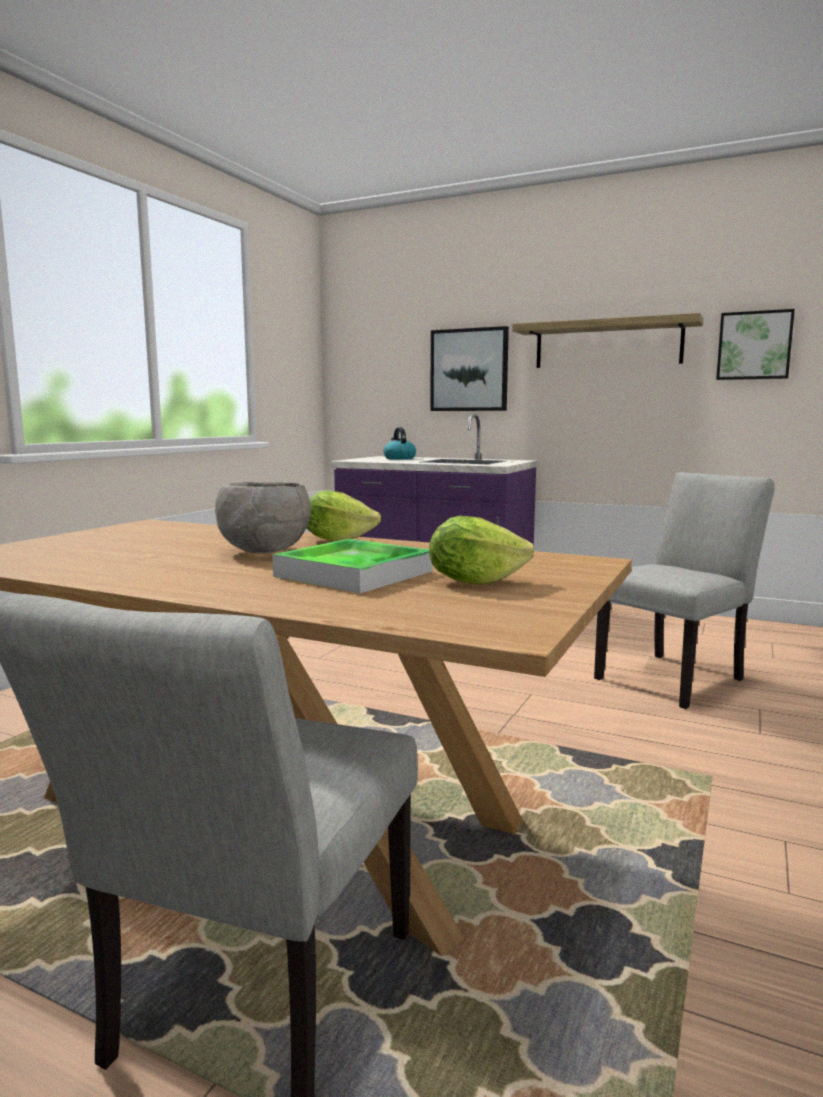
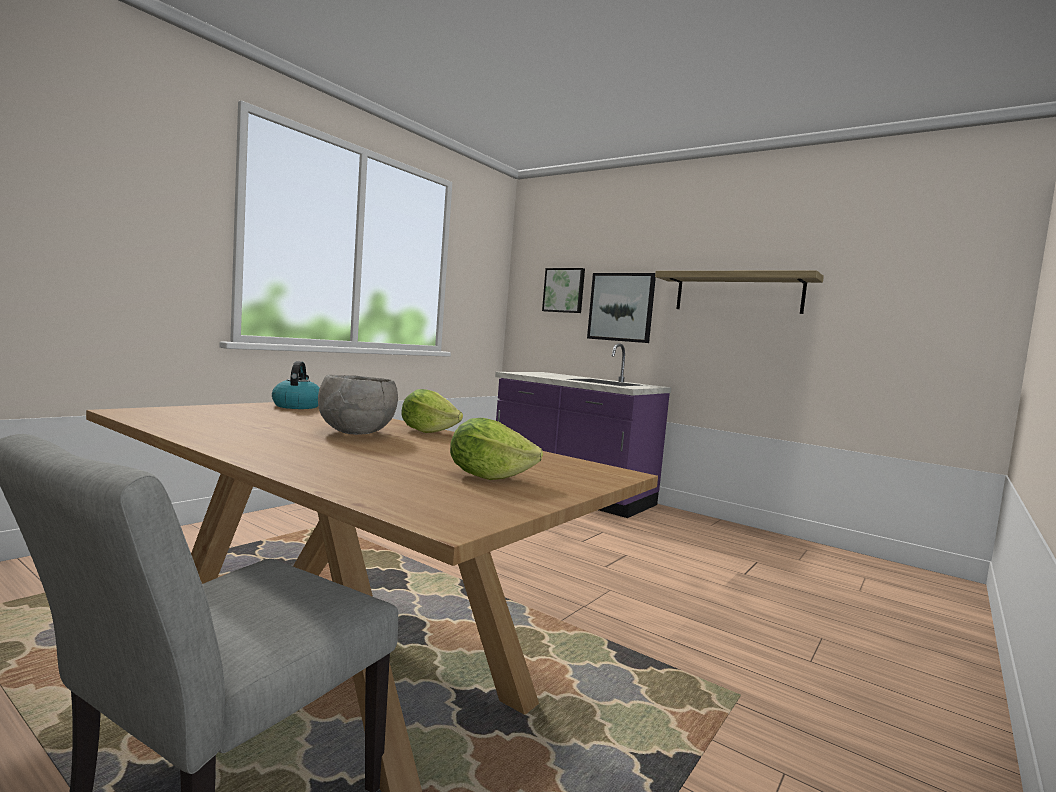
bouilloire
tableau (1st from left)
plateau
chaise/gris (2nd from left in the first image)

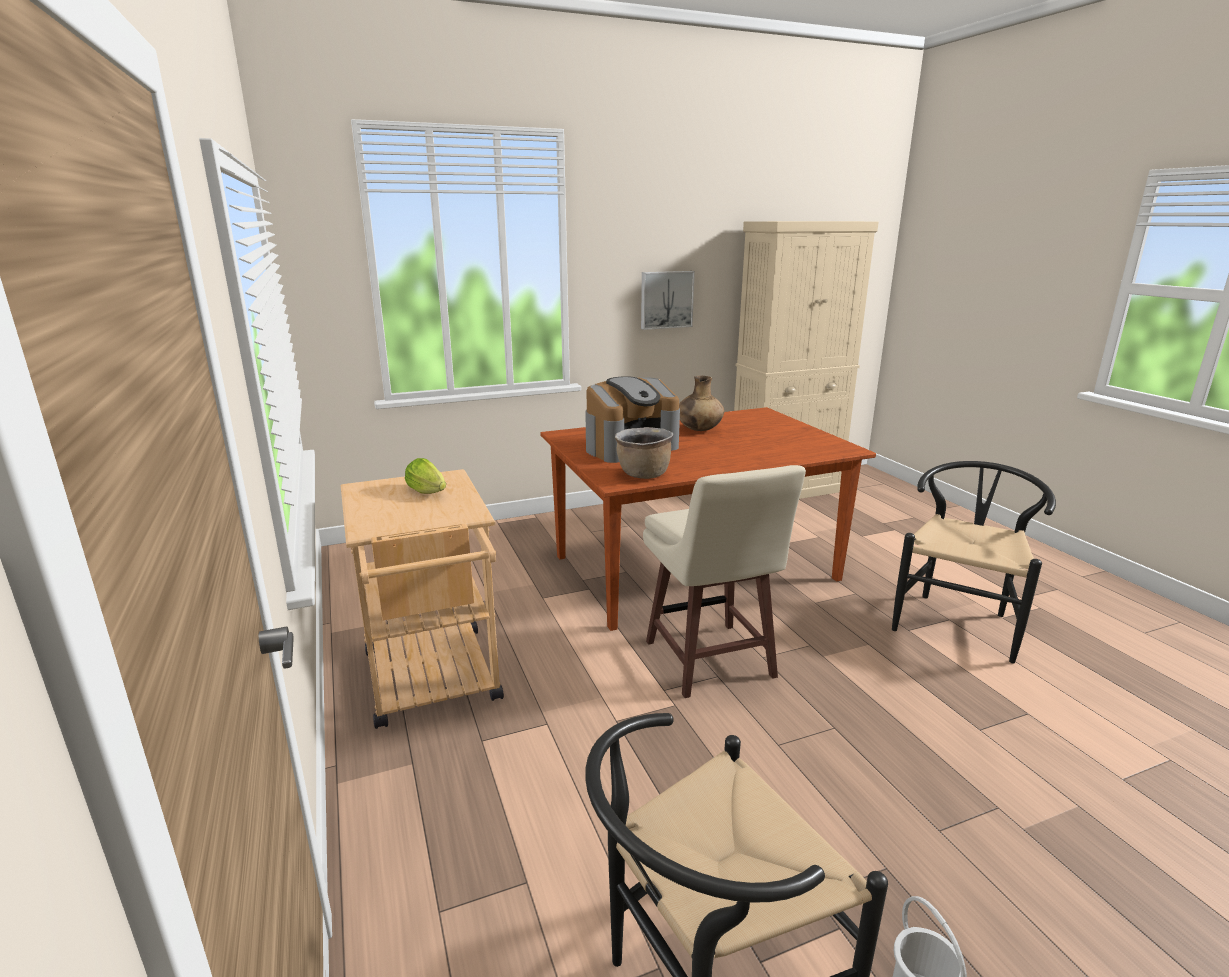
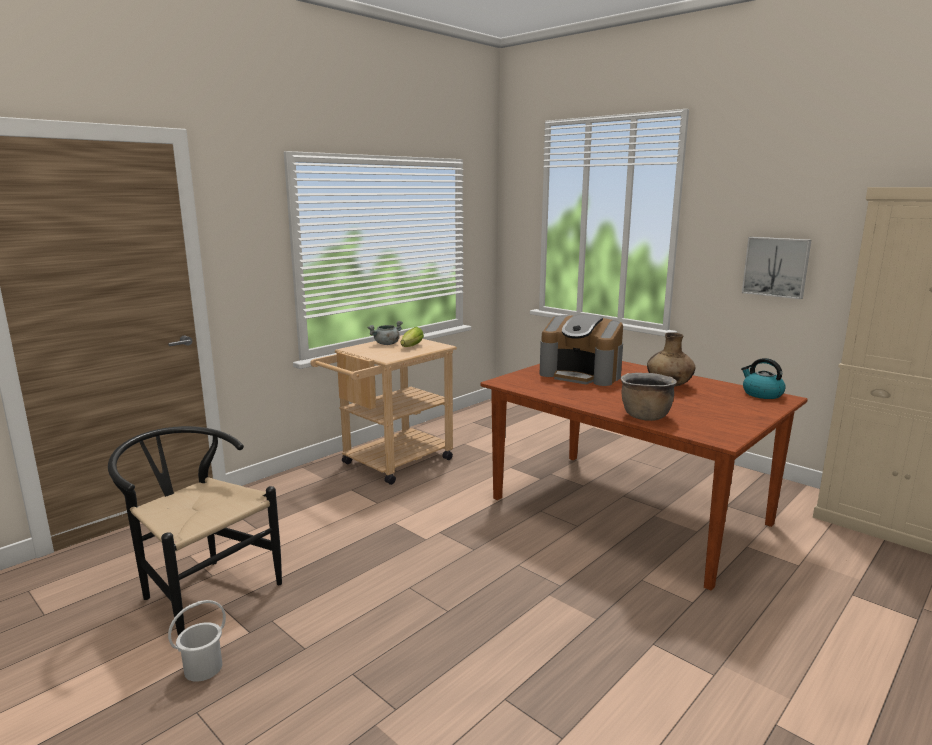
marmite/gris
marmite/marron
bouilloire
tabouret/beige
chaise/noir (2nd from left in the first image)

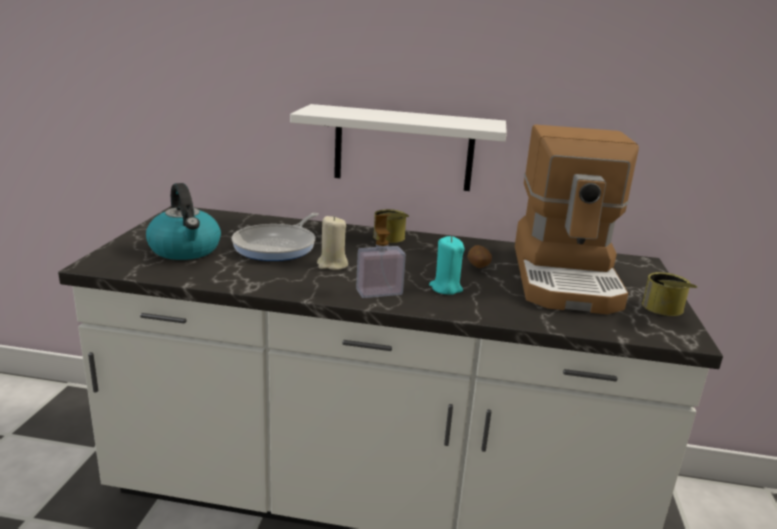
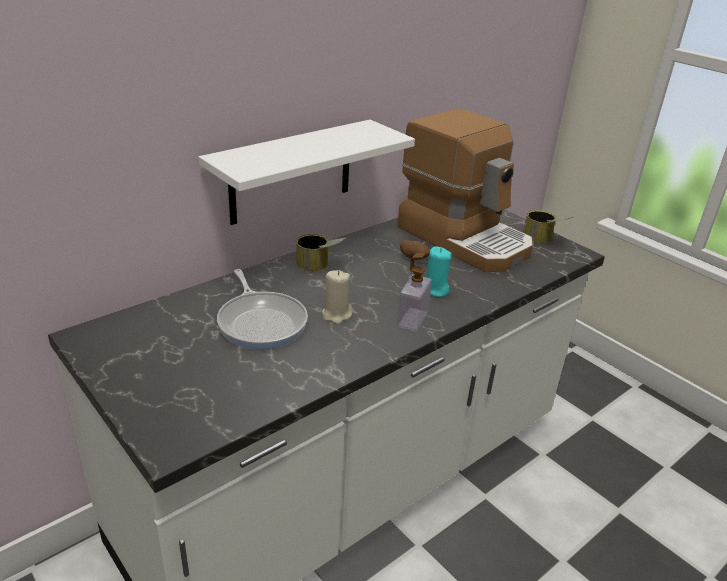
bouilloire

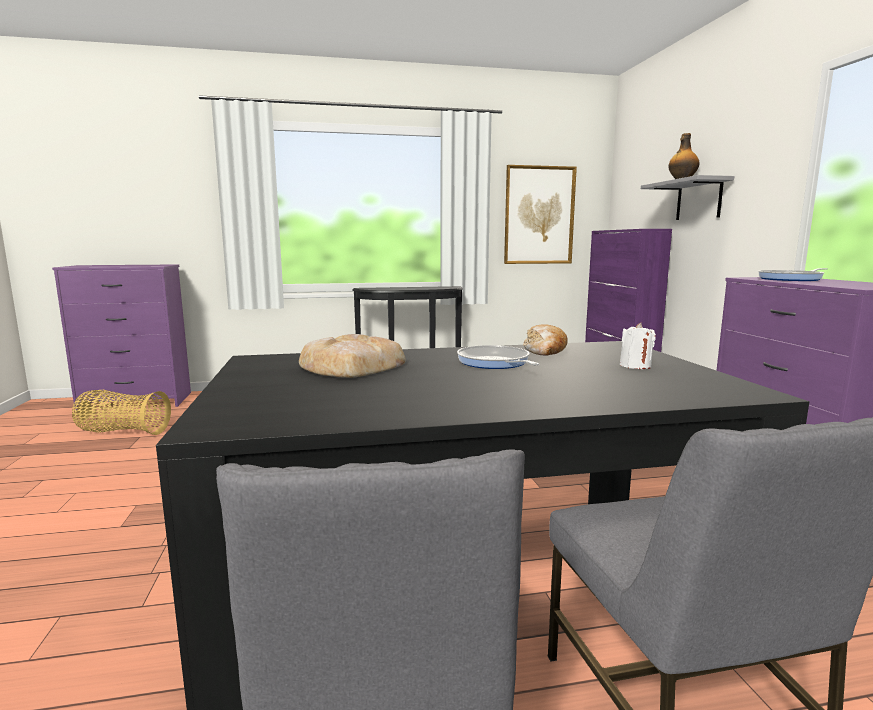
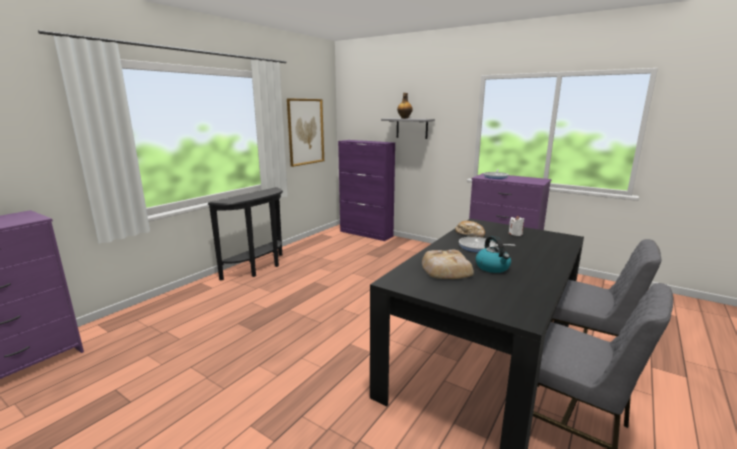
bouilloire
panier

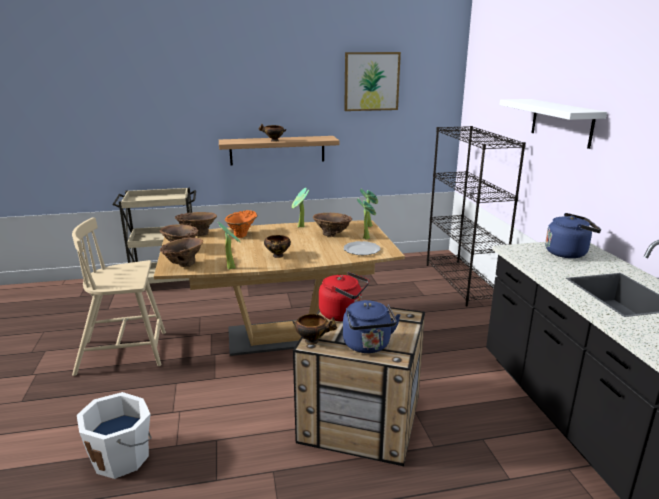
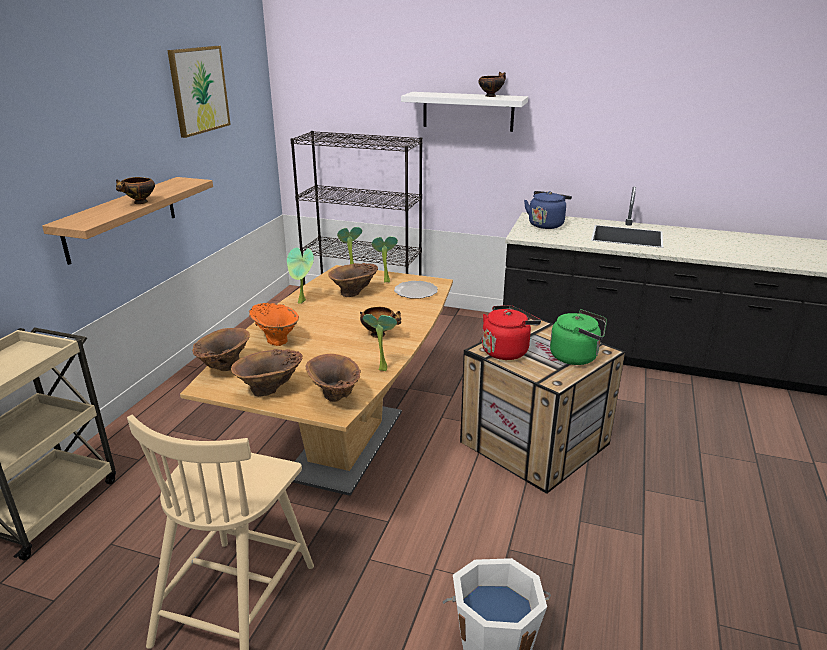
bol (3rd from left)
bouilloire/vert

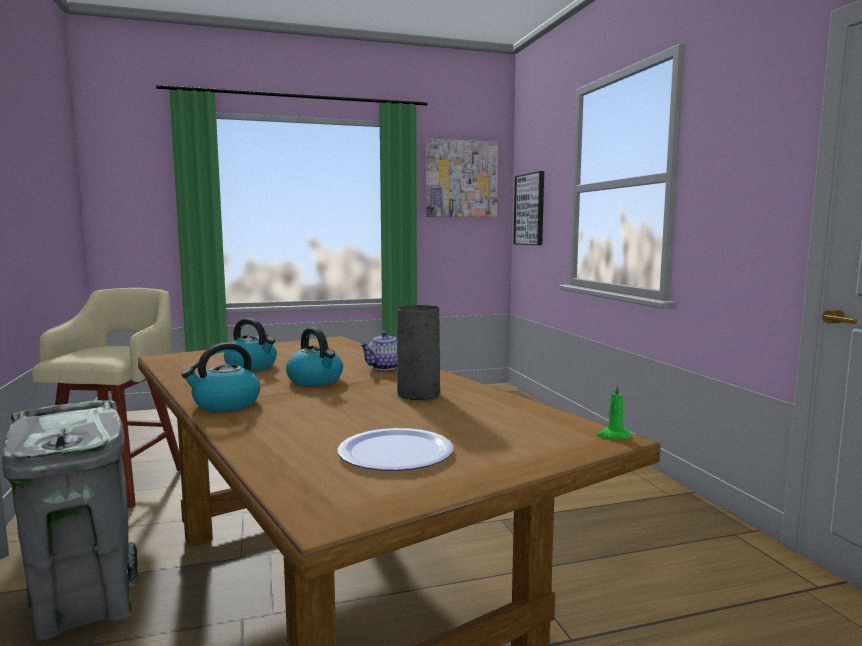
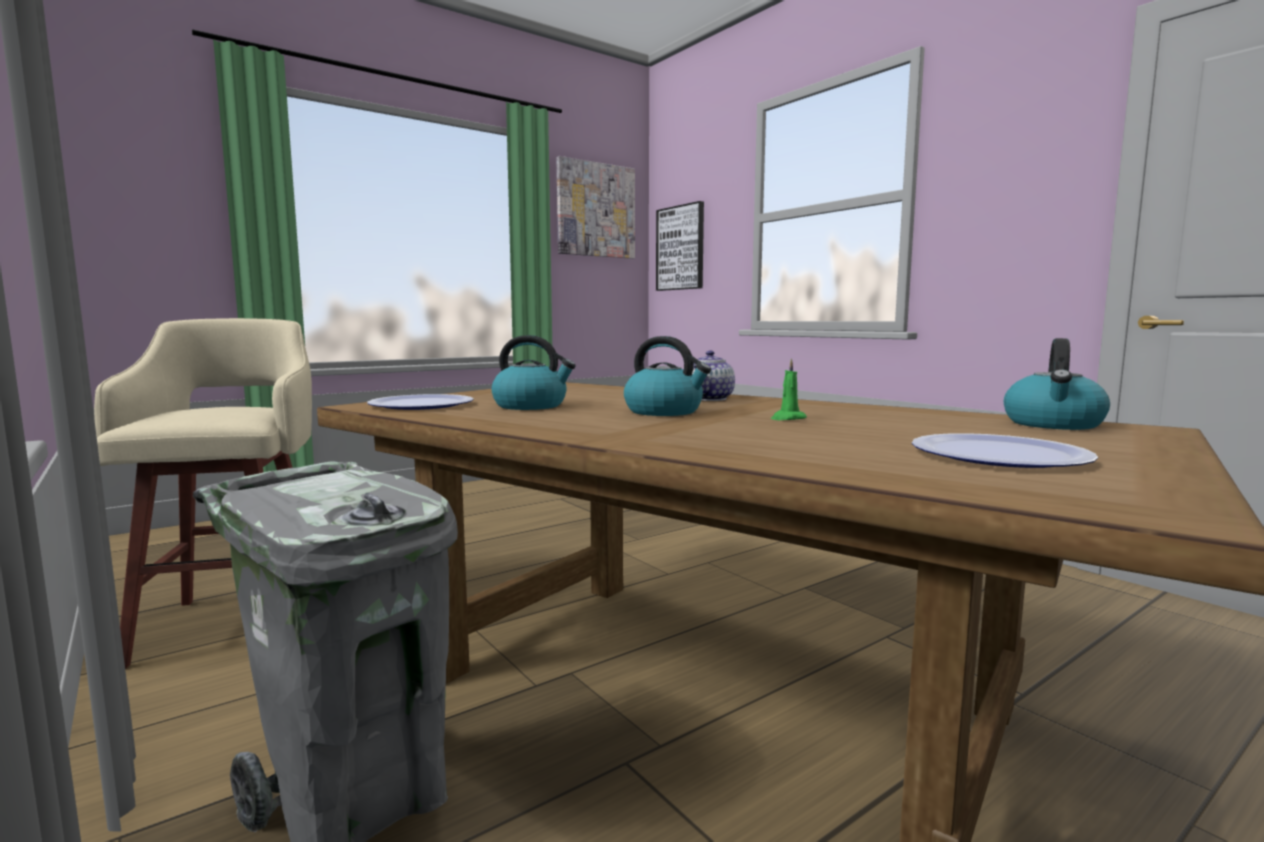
assiette (1st from left)
bougie/vert
bouilloire (3rd from left)
vase/gris

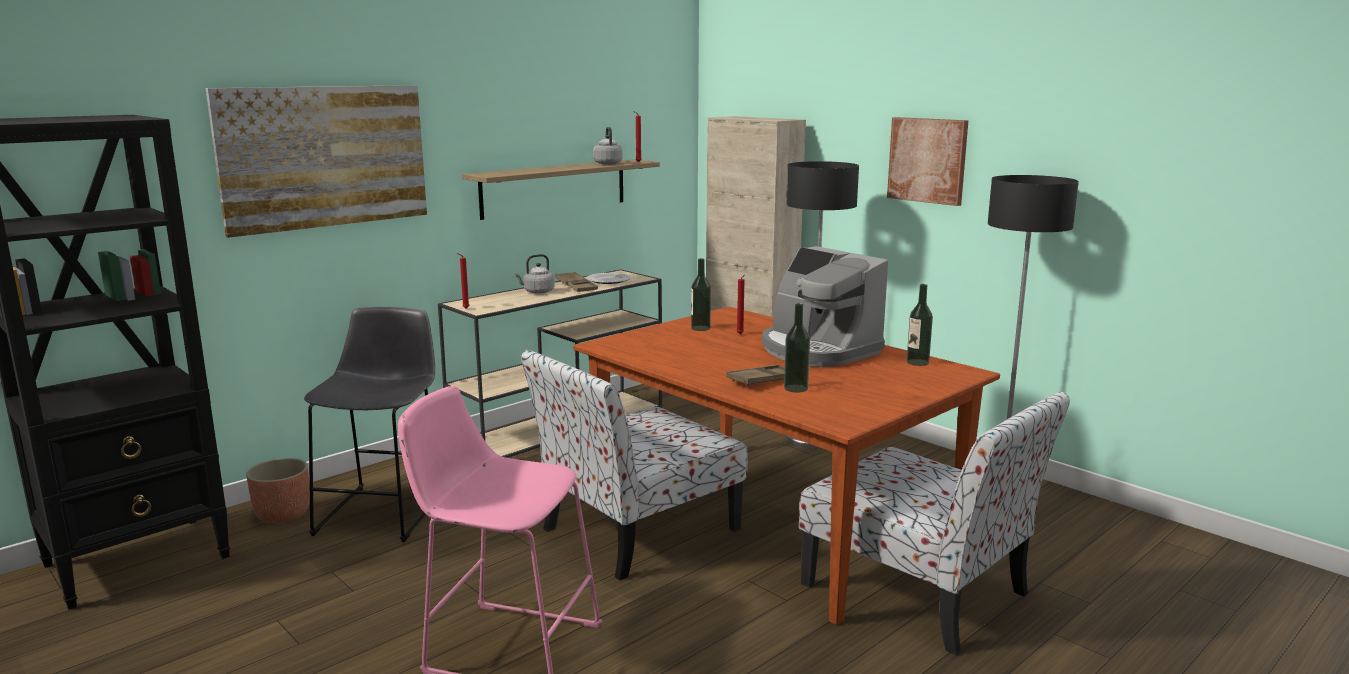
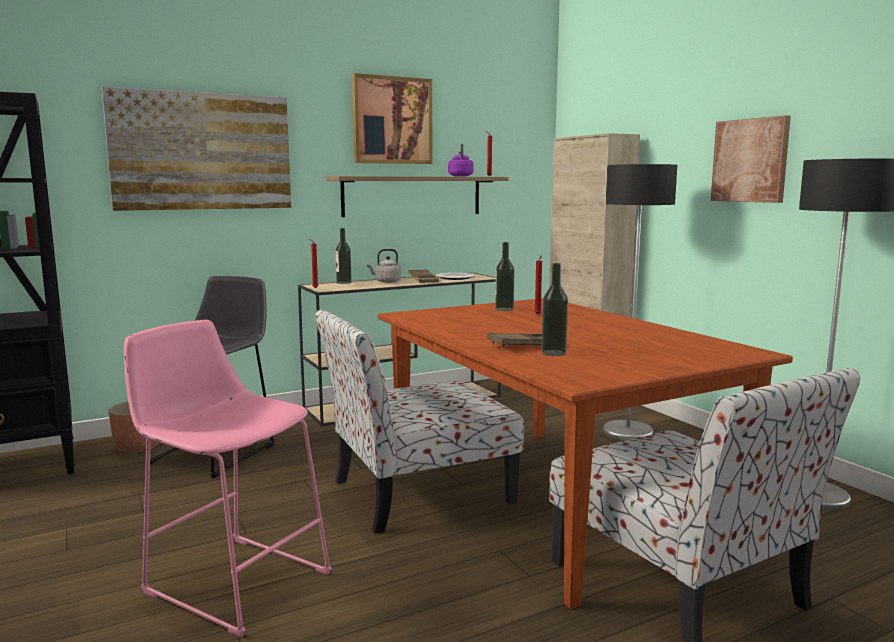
bouteille (1st from left)
tableau (2nd from left)
bouilloire/violet
machine à café

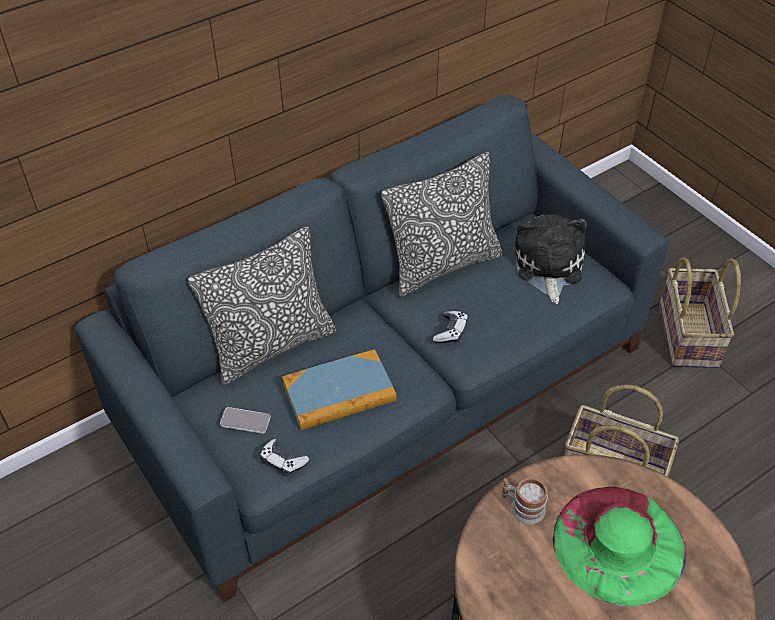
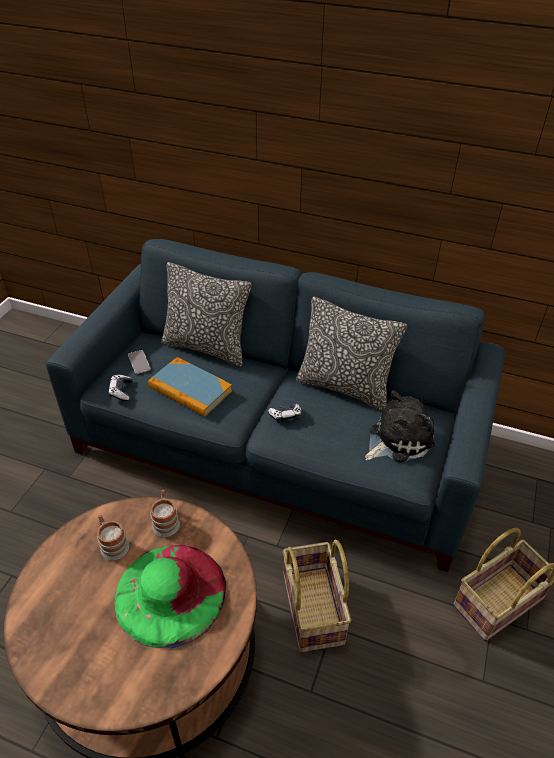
mug (1st from left)

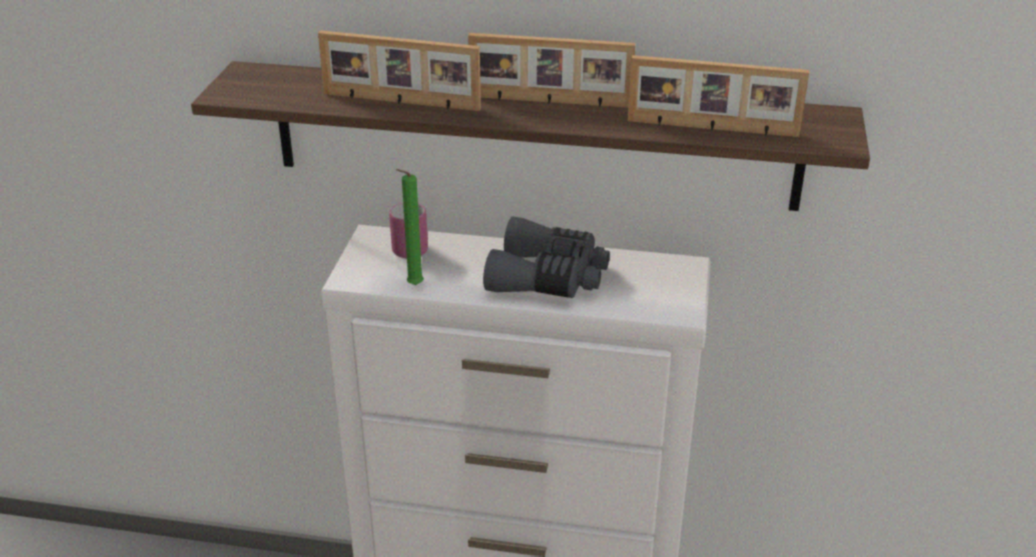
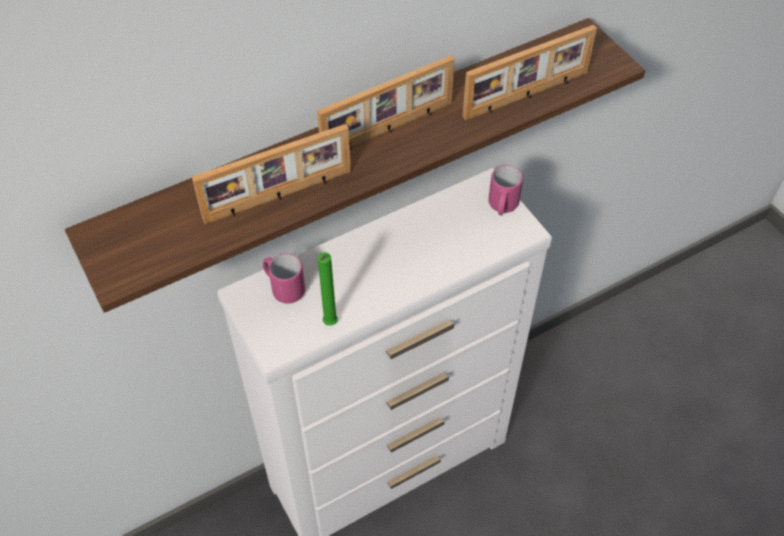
mug/rose (2nd from left)
jumelles/gris

